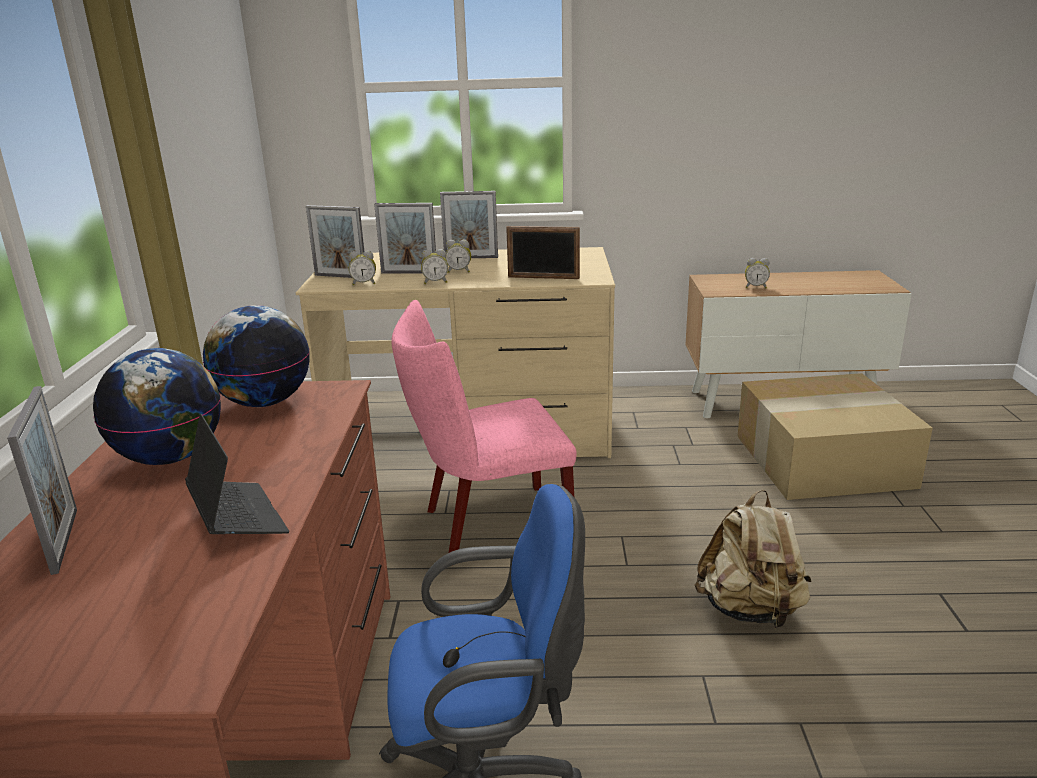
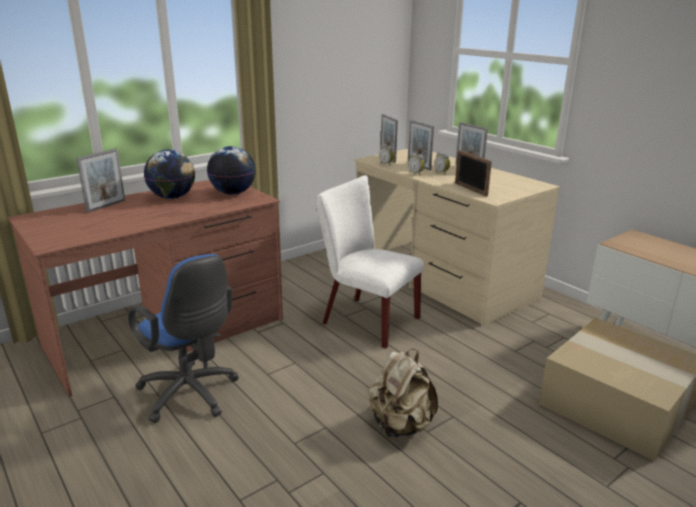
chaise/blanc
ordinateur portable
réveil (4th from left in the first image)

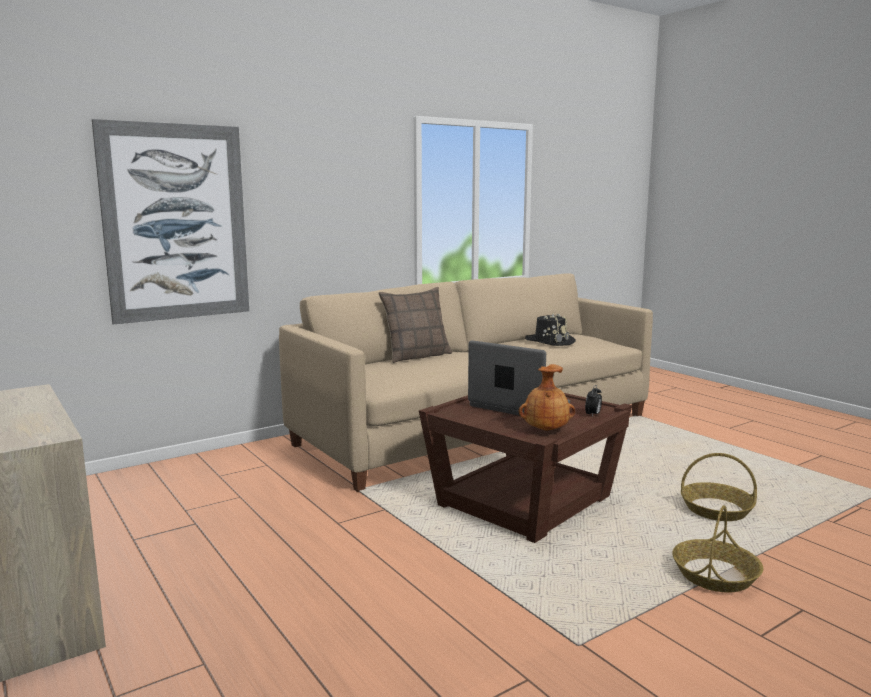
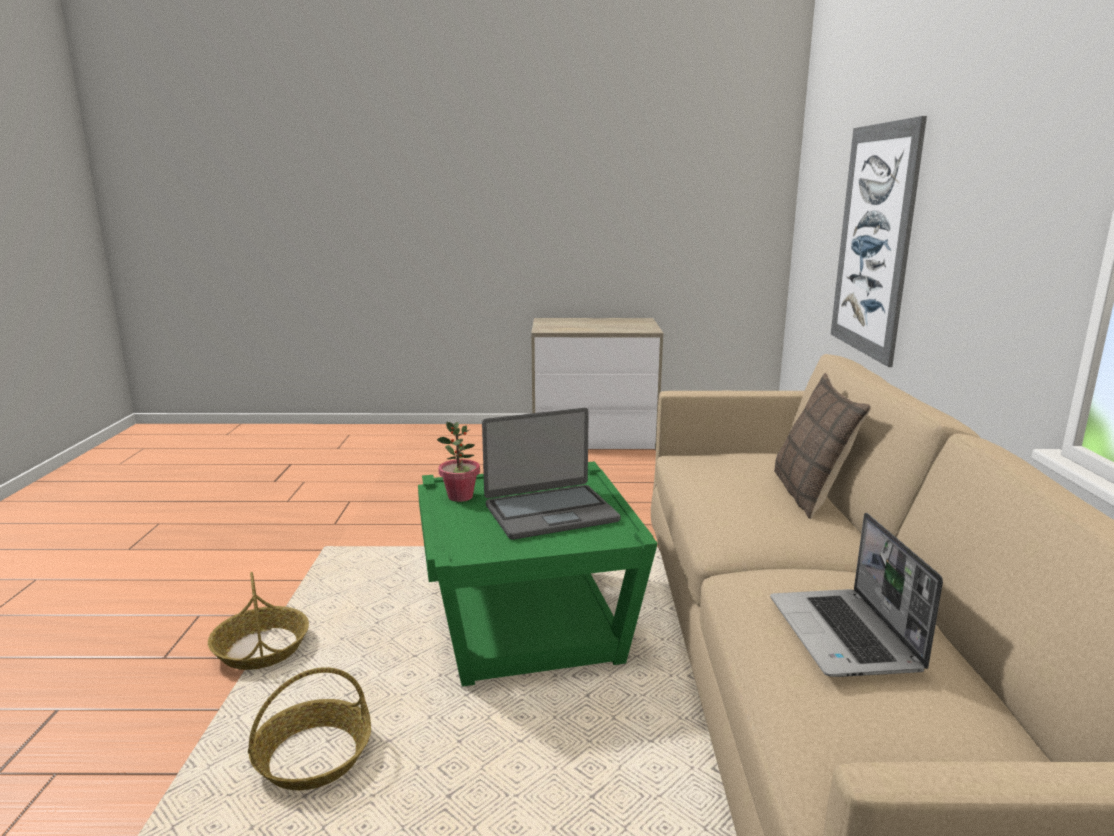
table d'appoint/vert
plante en pot
ordinateur portable (2nd from left)
réveil

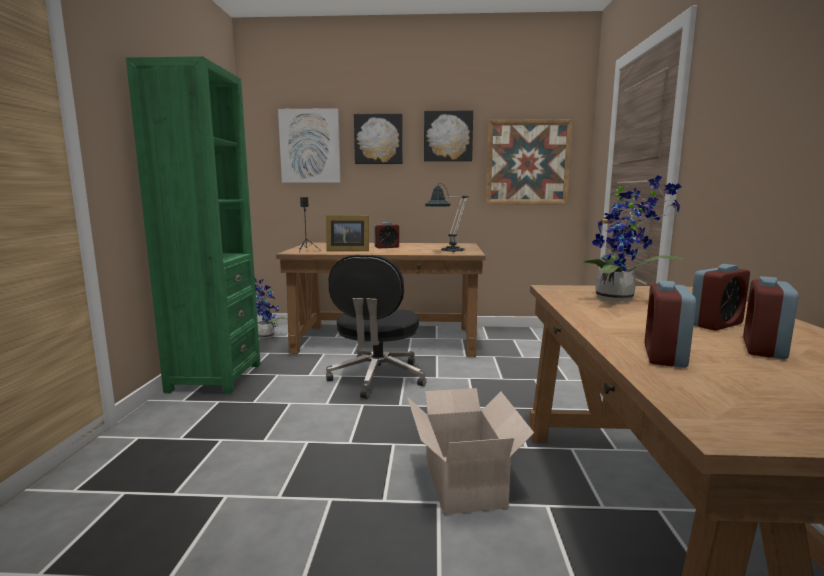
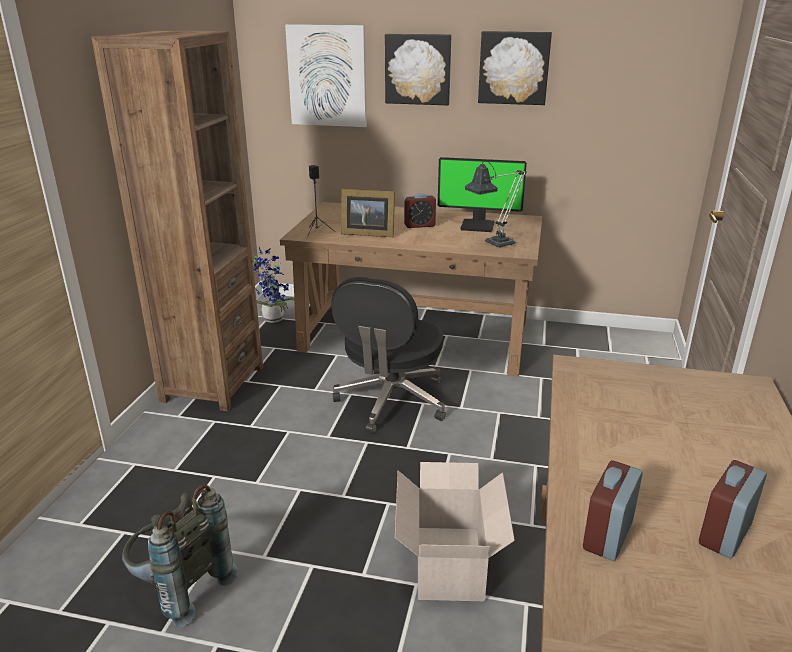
bibliothèque/marron
sac à dos/gris
écran d'ordinateur
tableau (4th from left in the first image)
plante en pot (2nd from left in the first image)
réveil (3rd from left in the first image)

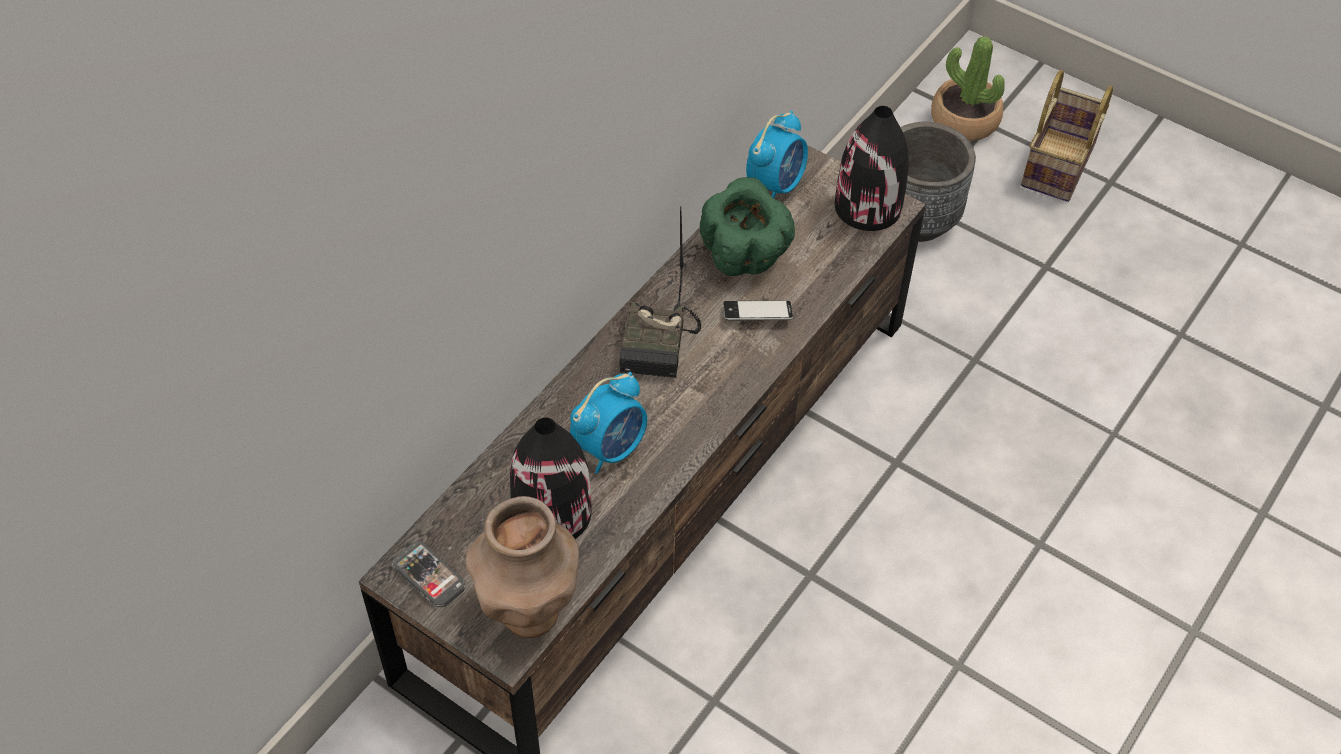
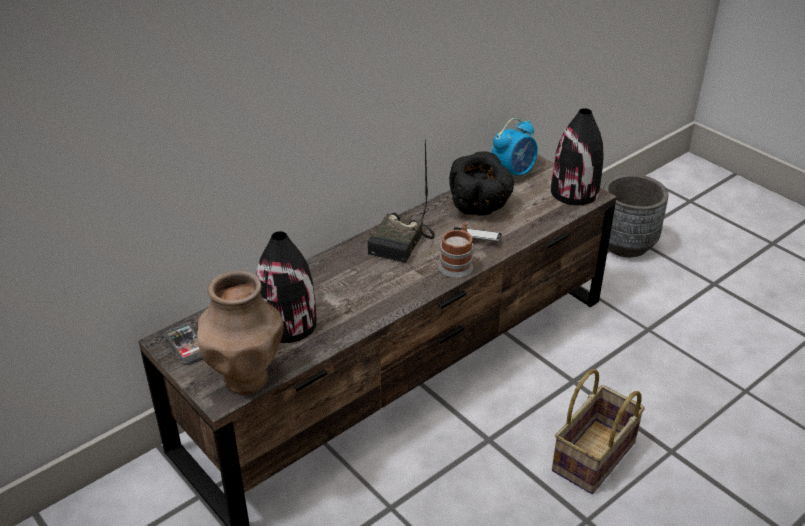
mug
bol/noir
panier
réveil (1st from left in the first image)
plante en pot

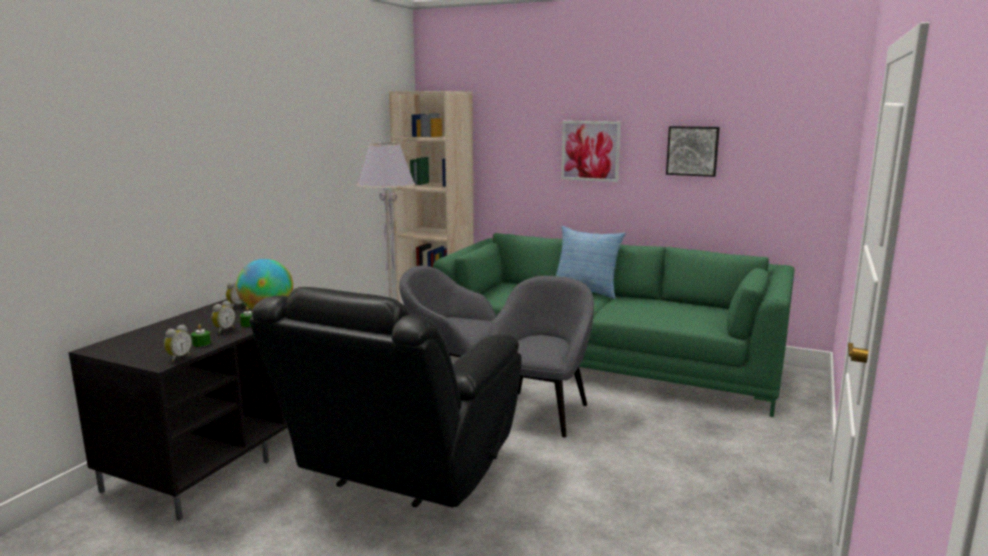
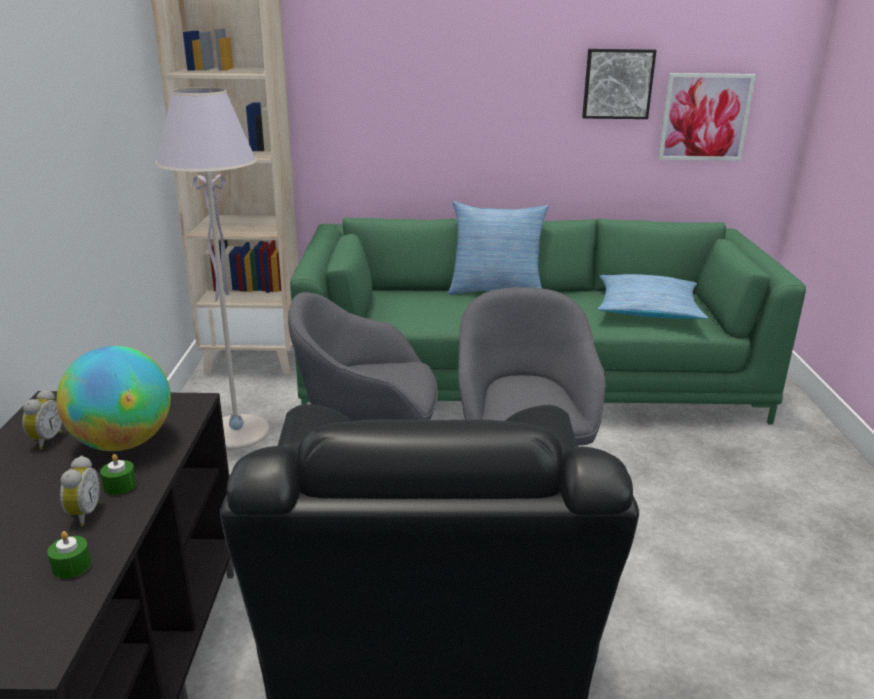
coussin (2nd from left)
tableau (2nd from left)
réveil (1st from left in the first image)

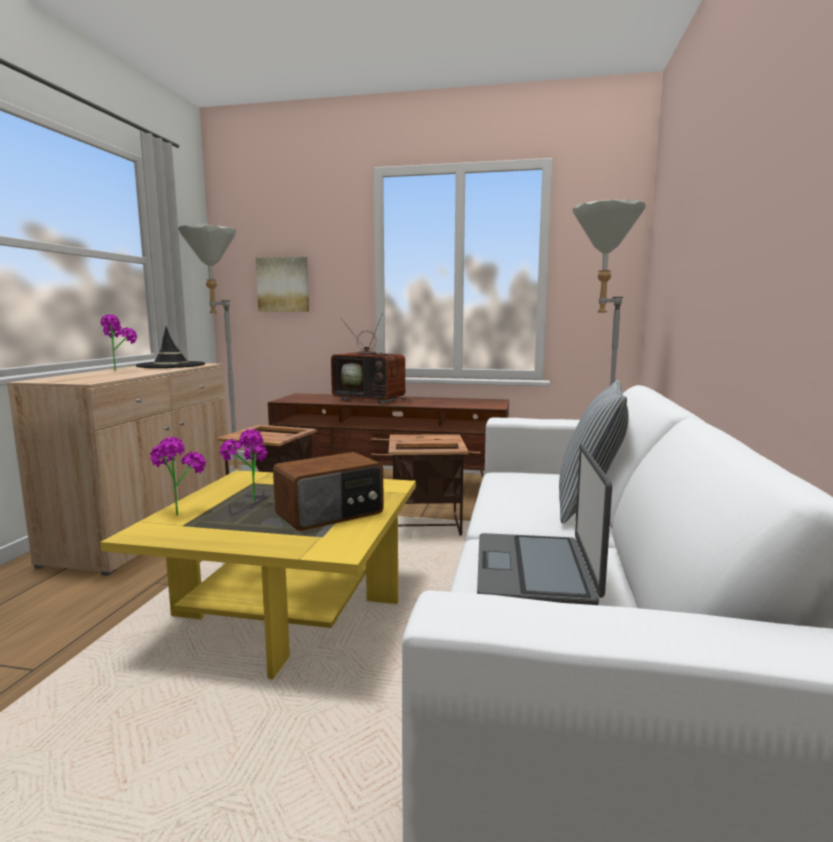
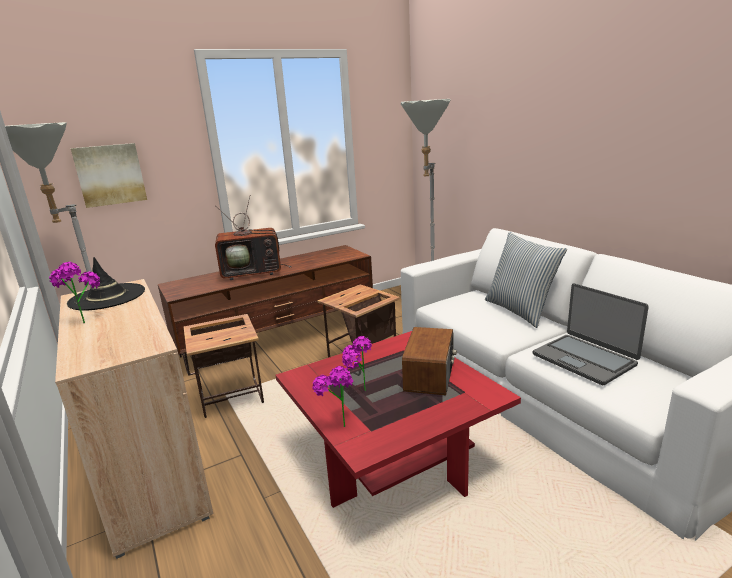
table basse/rouge

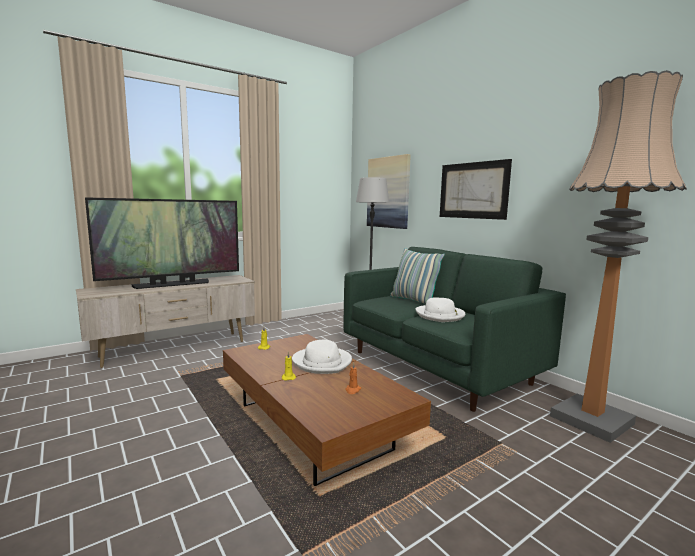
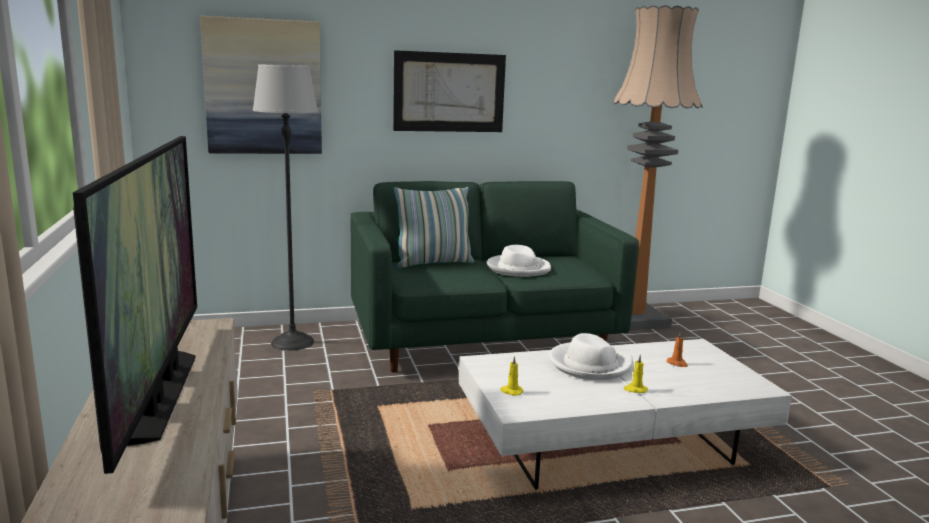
table basse/blanc

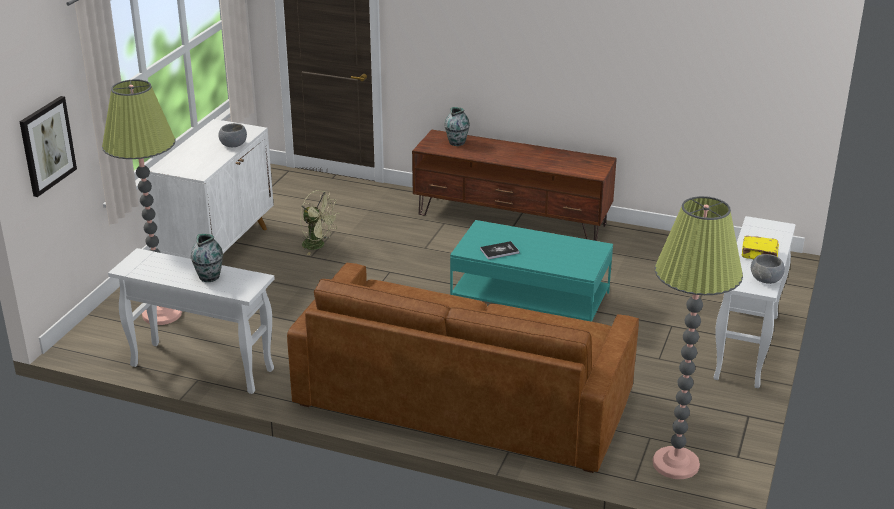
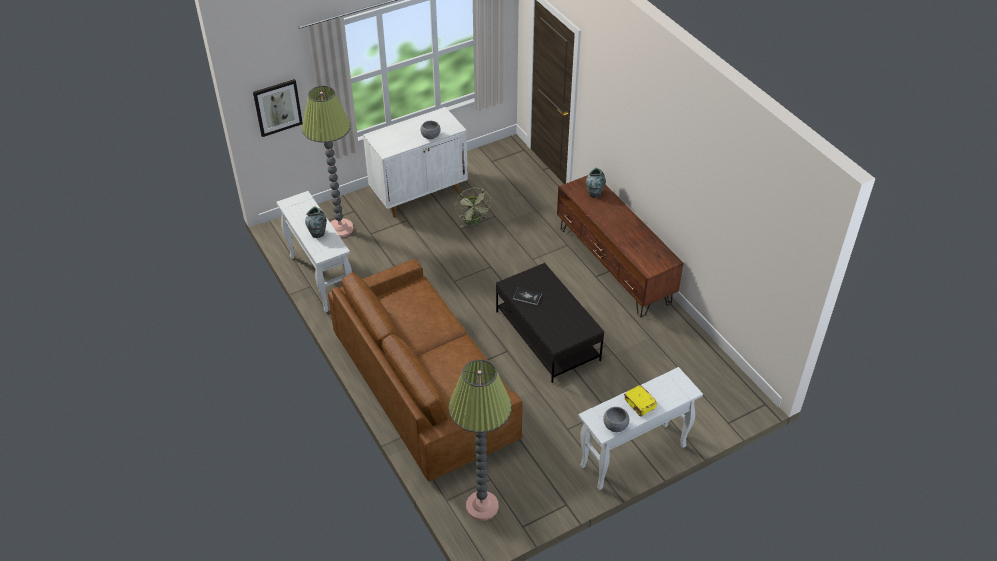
table basse/noir

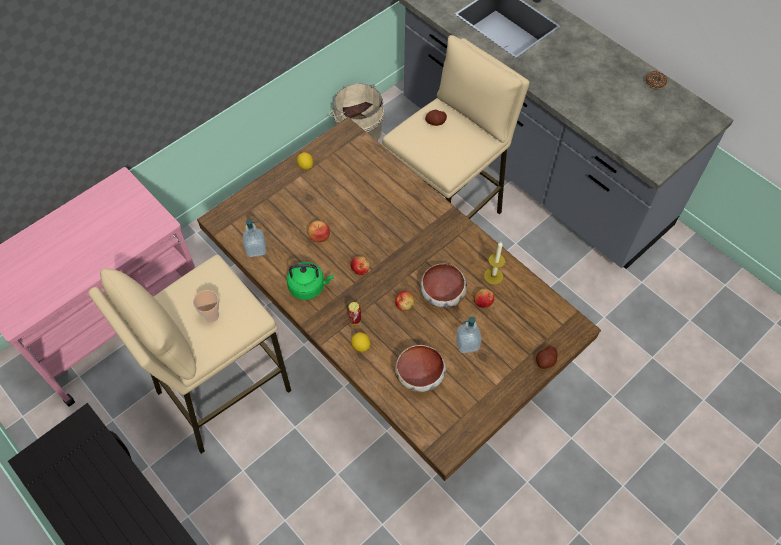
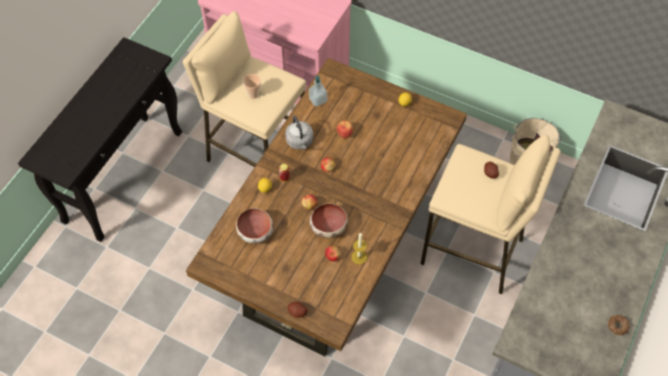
bouilloire/gris
distributeur de savon (2nd from left in the first image)

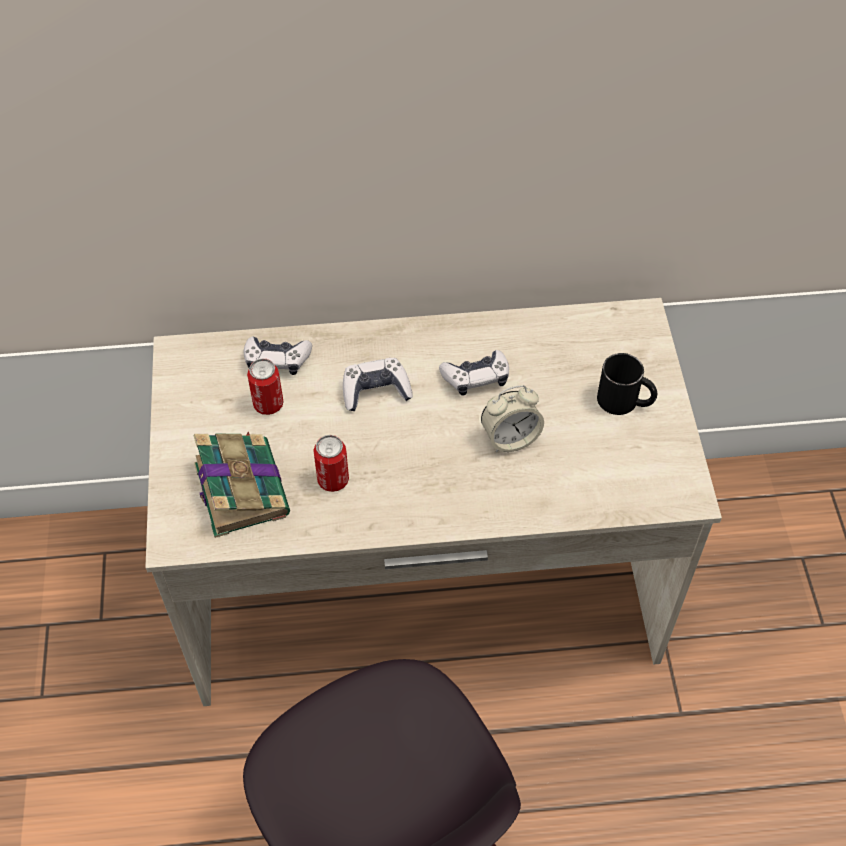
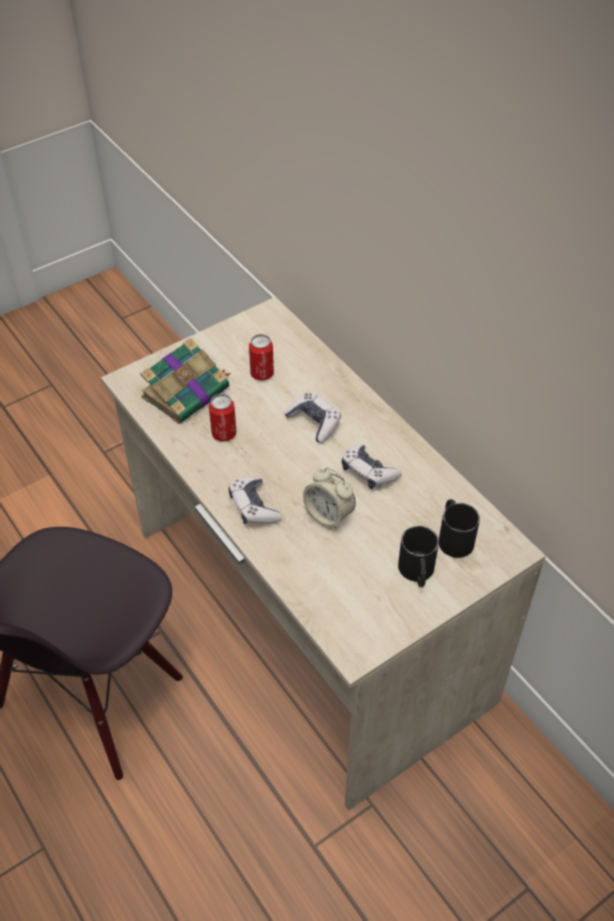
manette (1st from left)
mug/noir (2nd from left)

